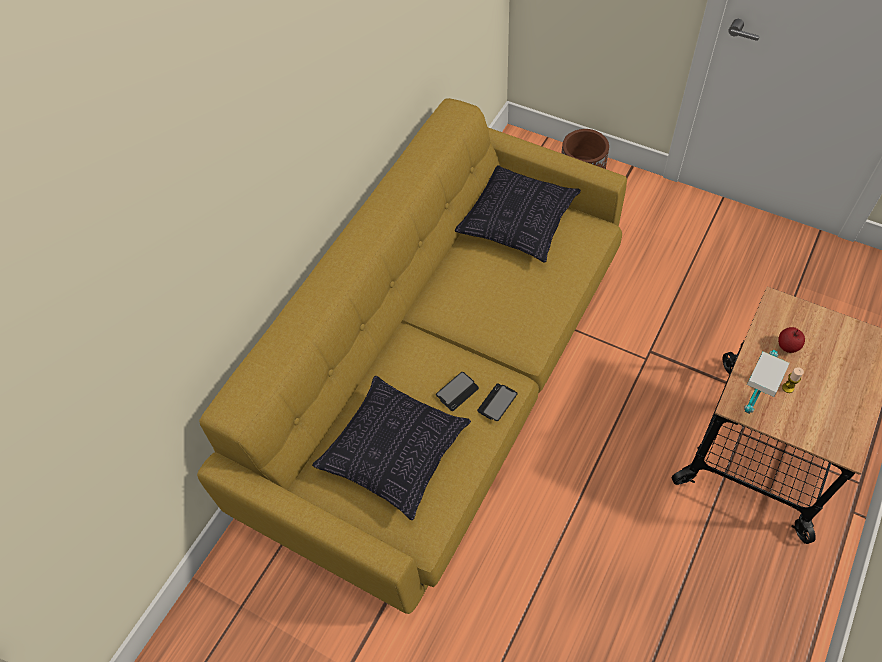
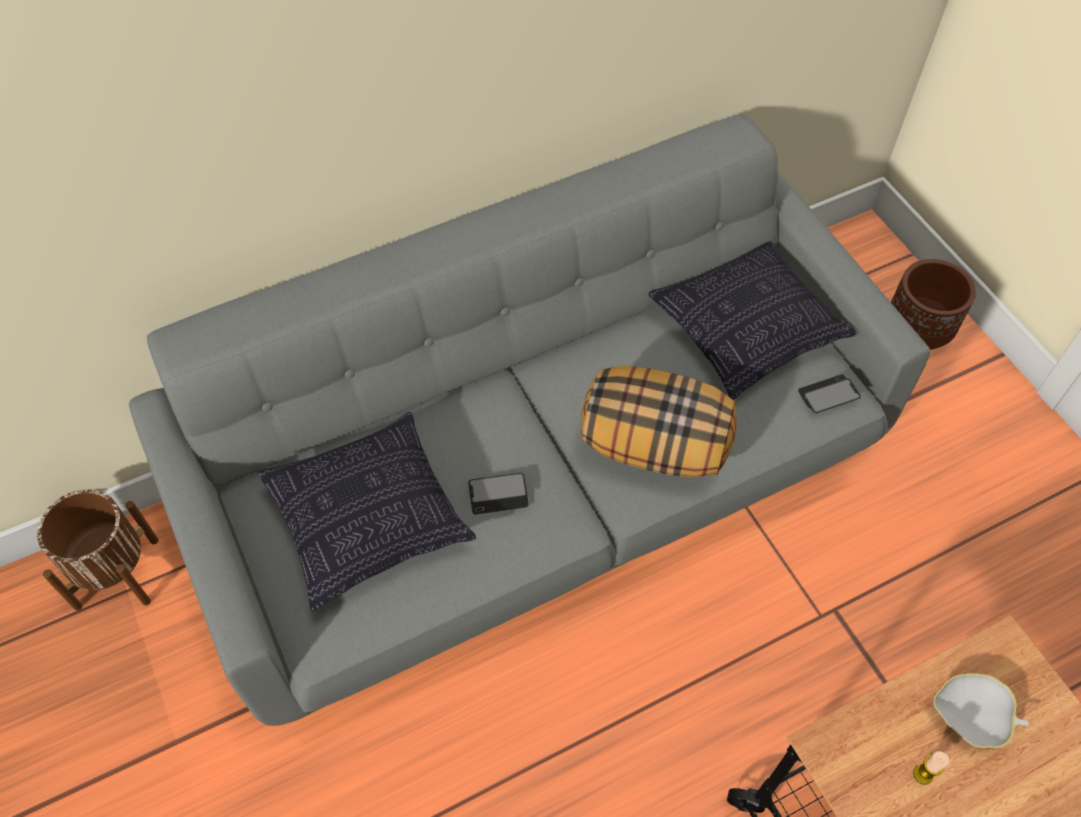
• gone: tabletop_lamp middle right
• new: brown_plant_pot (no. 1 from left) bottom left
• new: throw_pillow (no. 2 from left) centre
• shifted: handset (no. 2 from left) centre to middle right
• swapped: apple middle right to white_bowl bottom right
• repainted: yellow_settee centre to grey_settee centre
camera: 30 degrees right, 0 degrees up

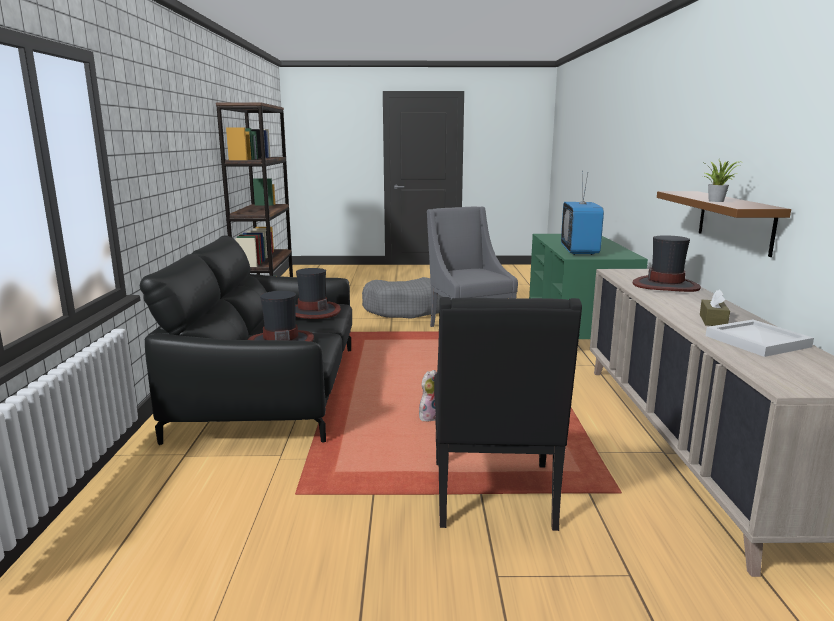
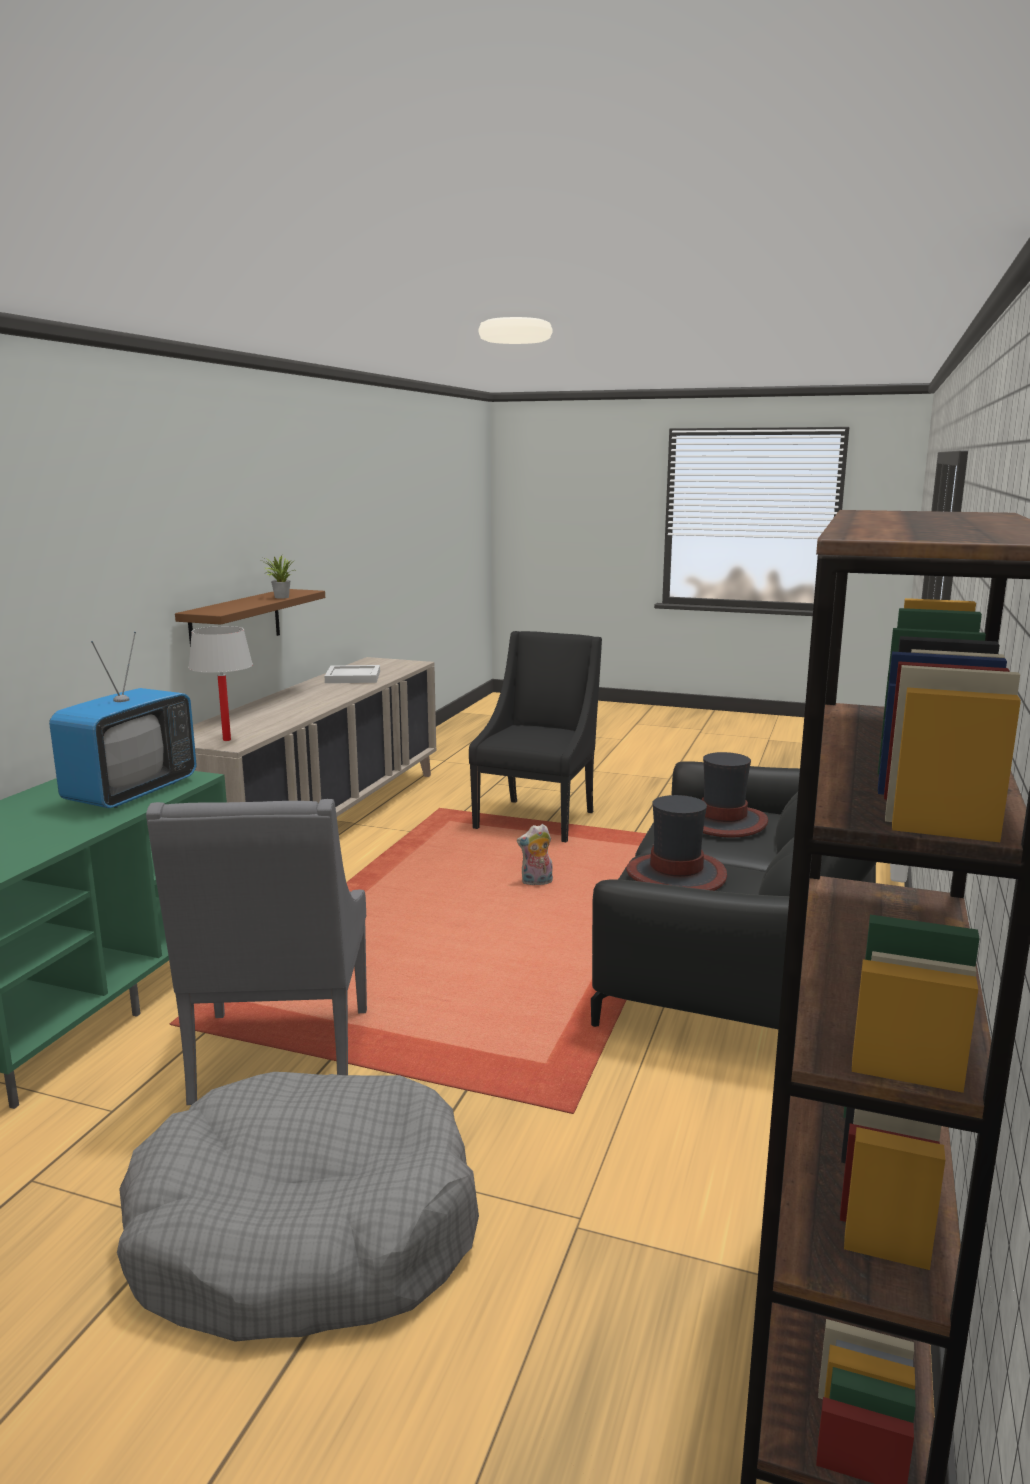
• gone: clothing_hat (no. 3 from left) middle right
• gone: brown_tissue_holder middle right
• new: white_tabletop_lamp middle left
camera: 160 degrees left, 0 degrees up

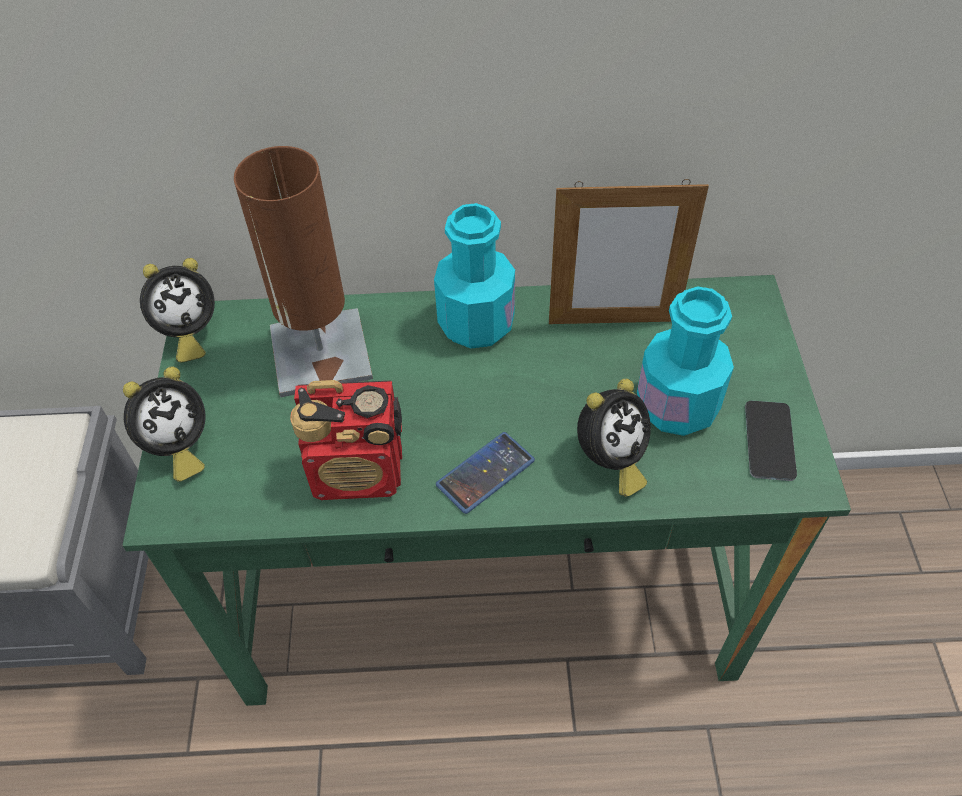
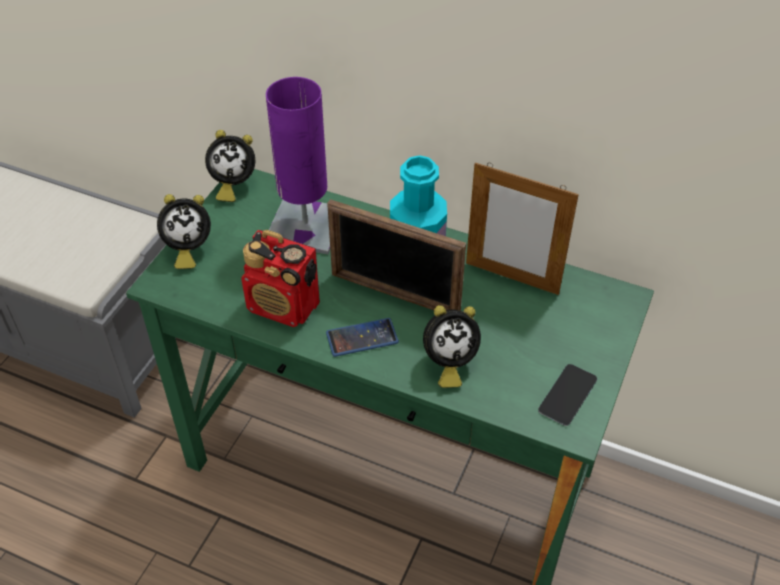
• gone: turquoise_bottle (no. 2 from left) middle right
• new: picture_frame (no. 1 from left) centre
• repainted: brown_tabletop_lamp middle left to purple-coloured_tabletop_lamp top centre
camera: 25 degrees right, 5 degrees down

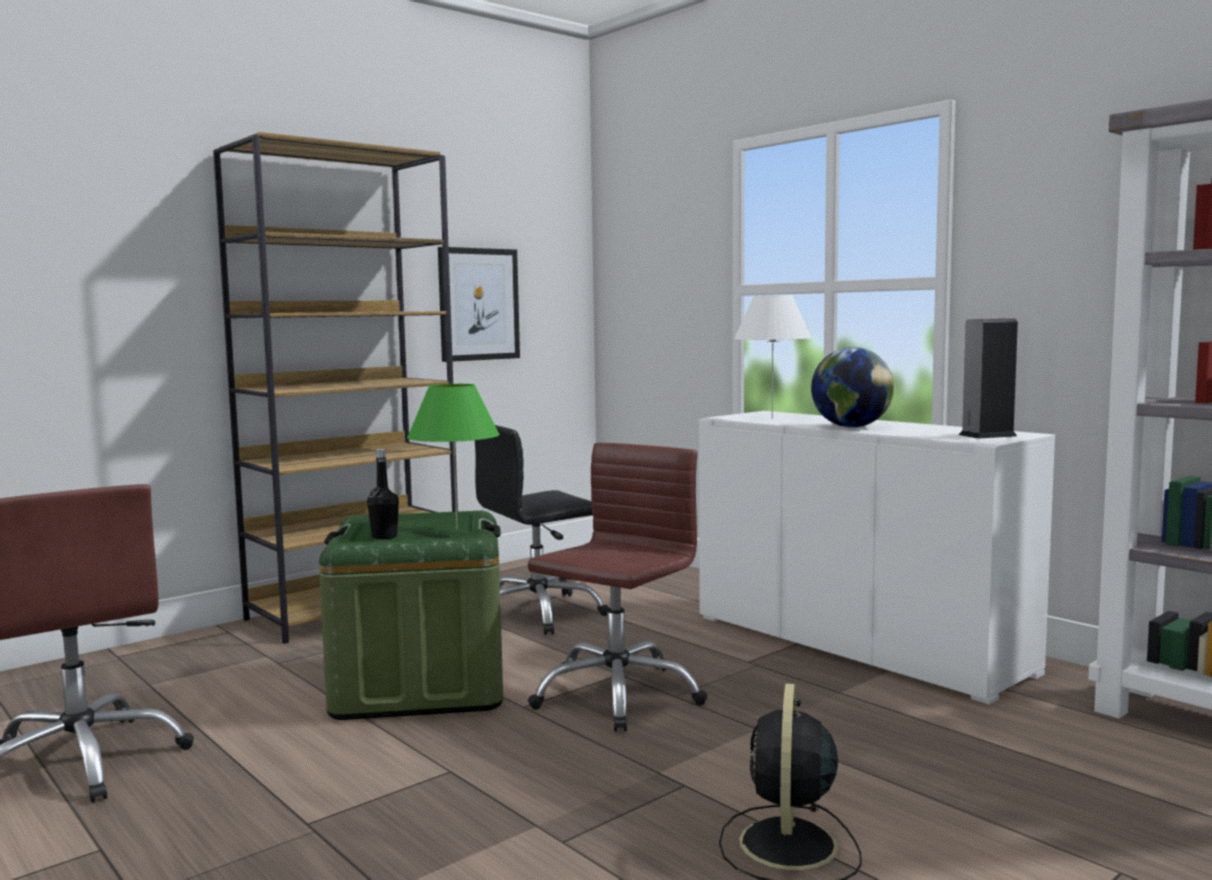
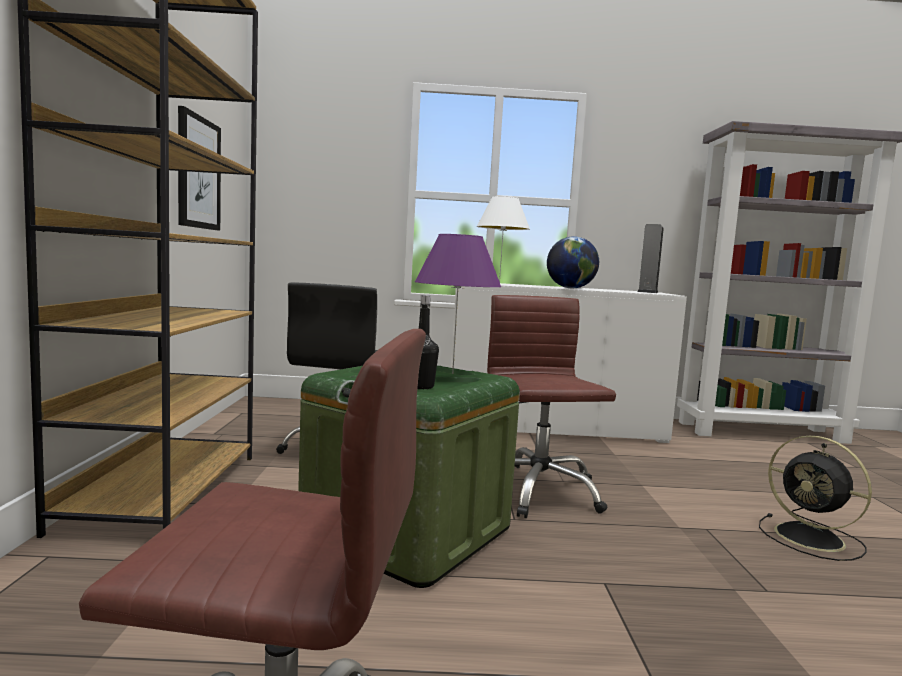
• repainted: green_tabletop_lamp centre to purple-coloured_tabletop_lamp centre
camera: 50 degrees left, 0 degrees up

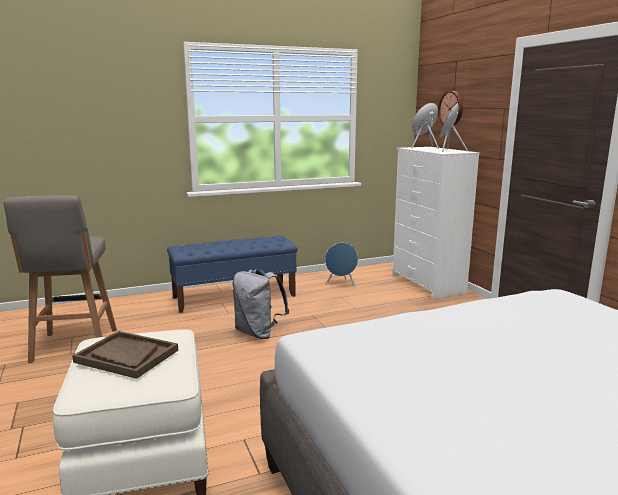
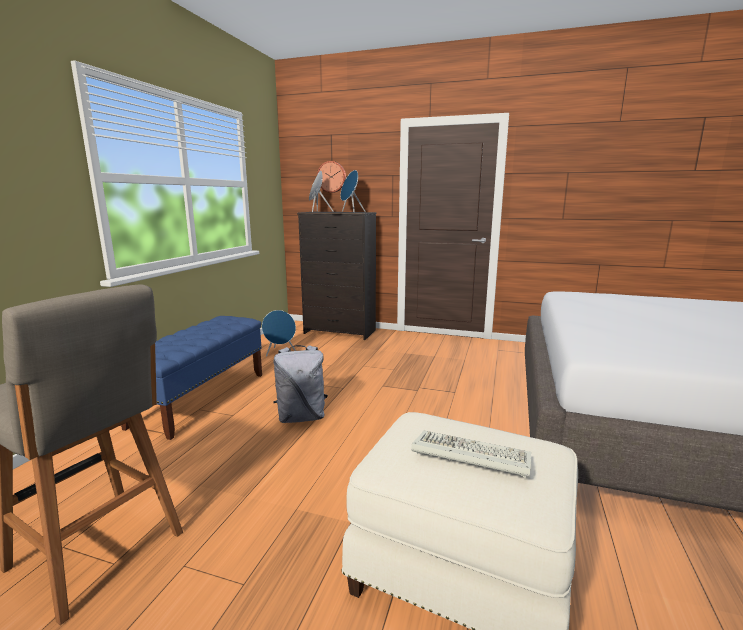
• swapped: brown_serving_tray bottom left to keyboard bottom centre
• repainted: white_dresser middle right to blackish_dresser centre
camera: 50 degrees left, 0 degrees up

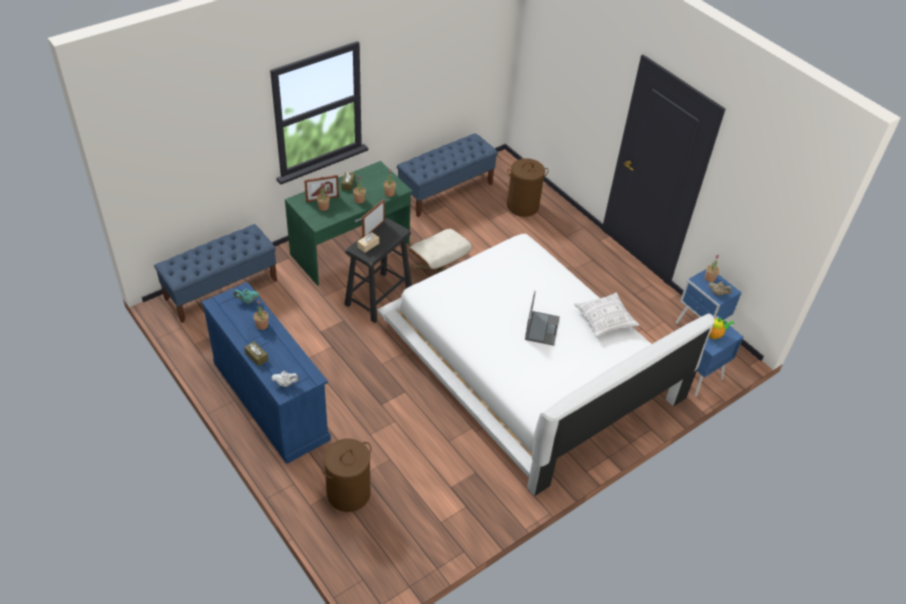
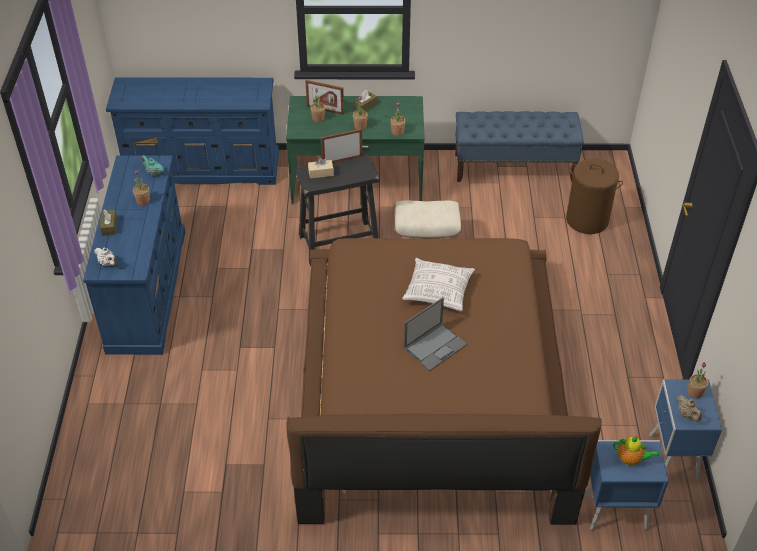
• gone: brown_hamper (no. 1 from left) bottom centre
• shifted: throw_pillow middle right to centre
• swapped: bluish_long_seat (no. 1 from left) middle left to bluish_dresser (no. 2 from left) top left
• repainted: white_bedroom_bed centre to brown_bedroom_bed bottom centre
camera: 40 degrees right, 0 degrees up

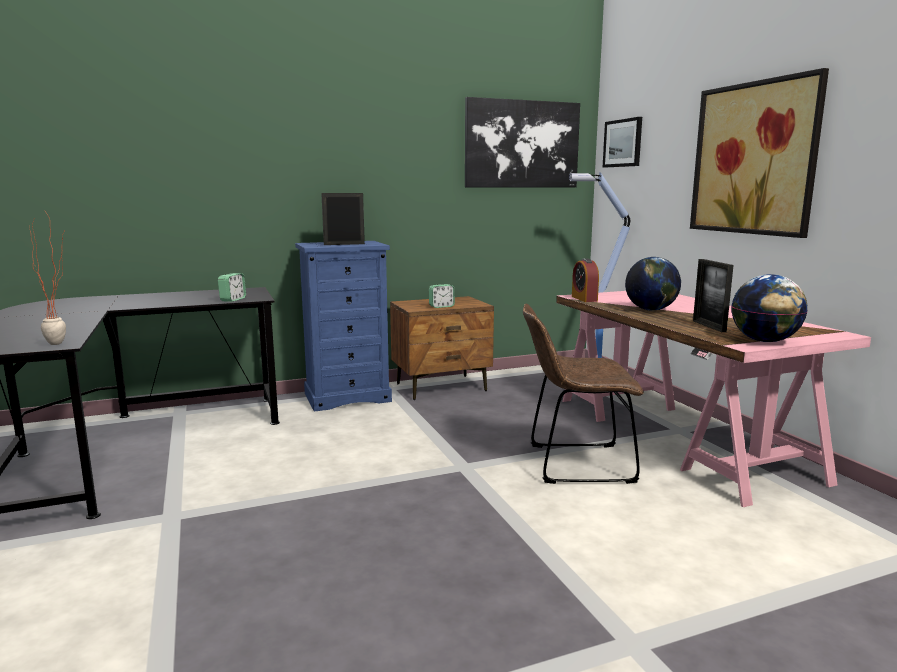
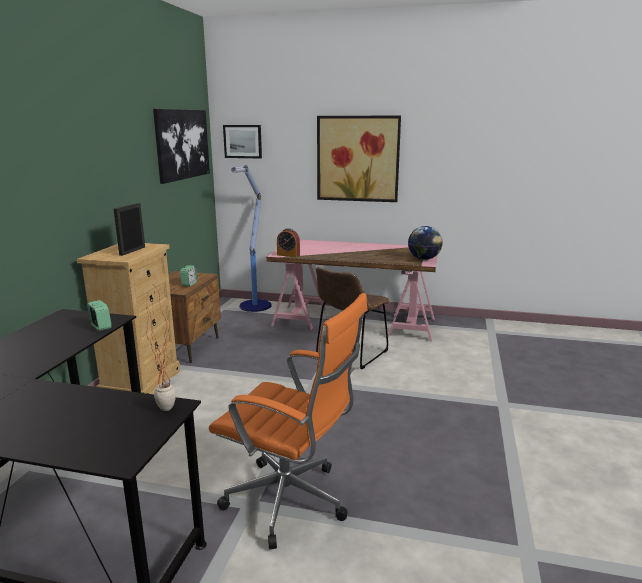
• gone: world_globe (no. 1 from left) middle right
• gone: picture_frame (no. 2 from left) middle right
• new: orange_computer_chair bottom centre
• repainted: bluish_dresser centre to sand-coloured_dresser middle left
camera: 55 degrees left, 5 degrees up

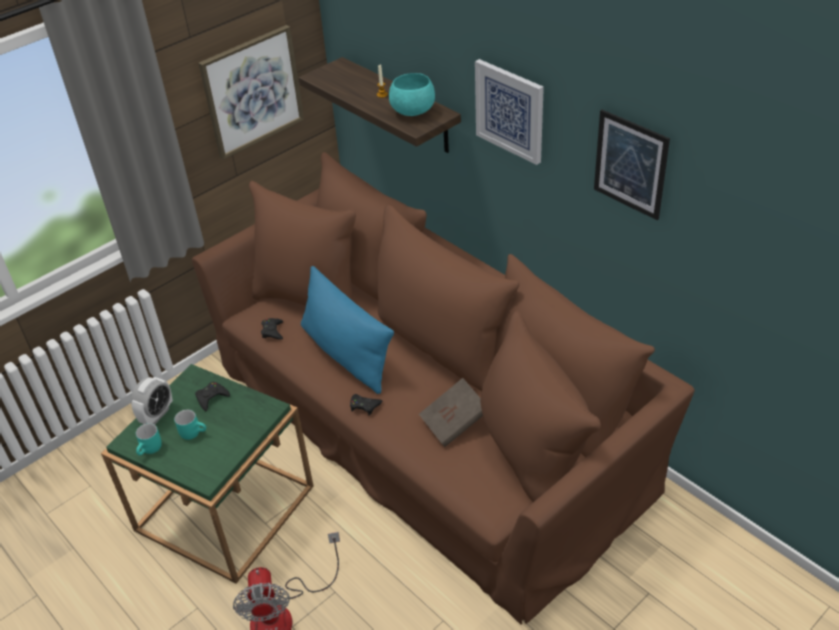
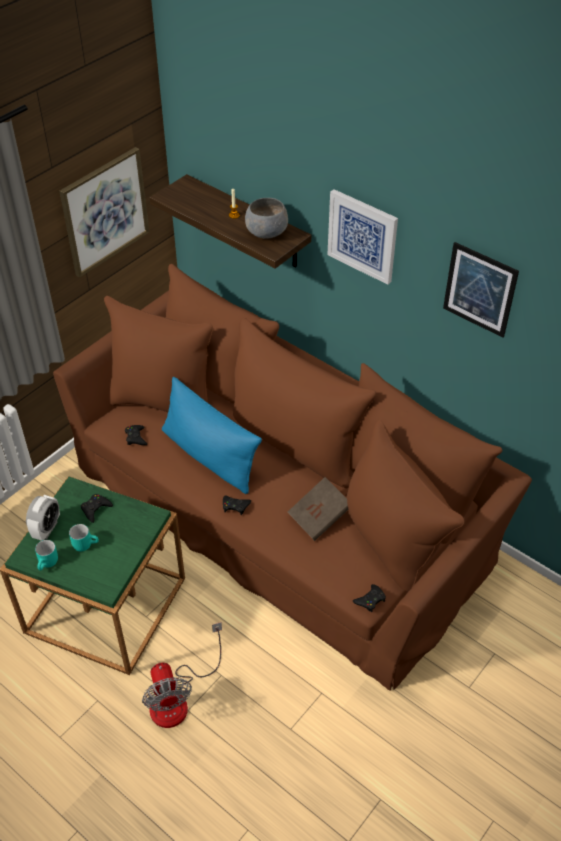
• new: blackish_game_controller (no. 4 from left) bottom centre
• repainted: turquoise_bowl top centre to grey_bowl top centre
camera: 10 degrees left, 5 degrees up

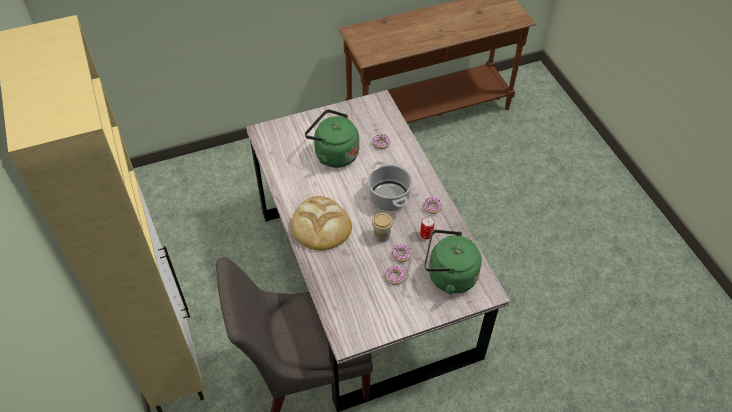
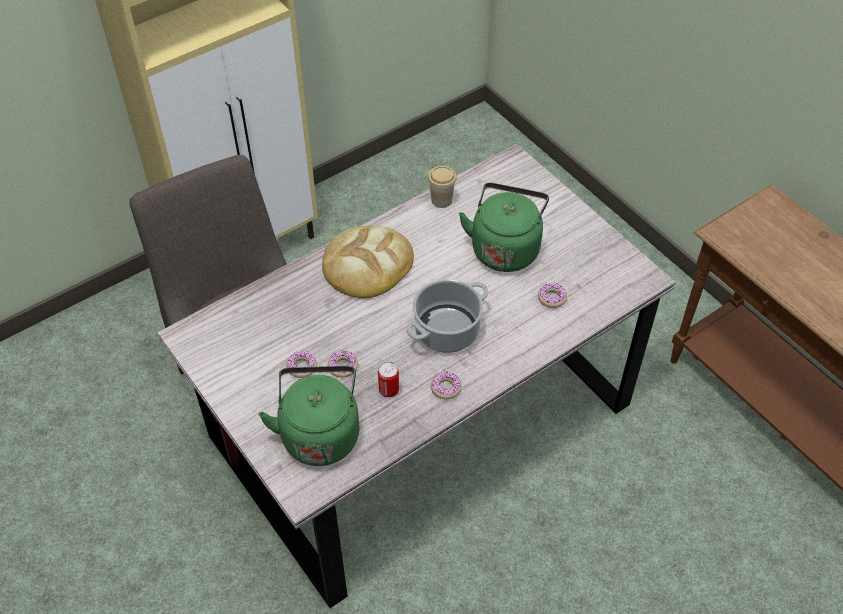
• shifted: small_cup centre to top centre
camera: 75 degrees right, 0 degrees up

